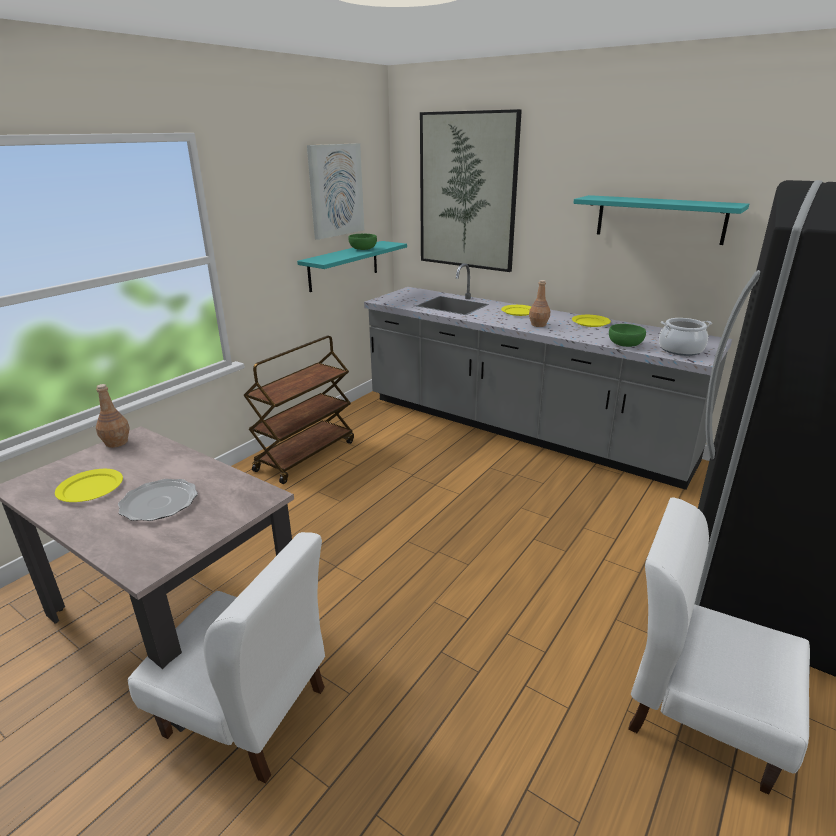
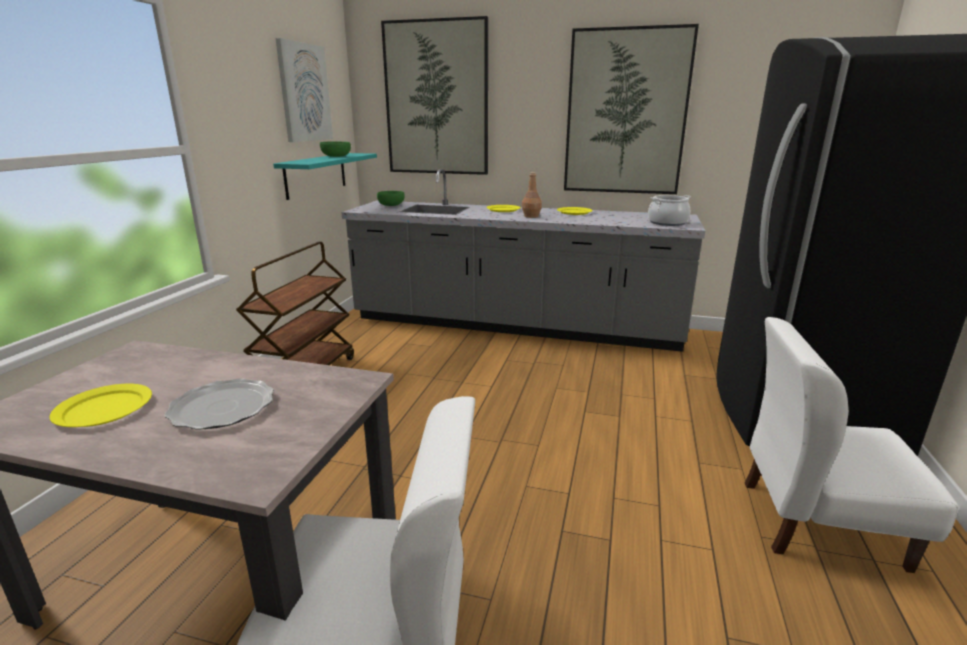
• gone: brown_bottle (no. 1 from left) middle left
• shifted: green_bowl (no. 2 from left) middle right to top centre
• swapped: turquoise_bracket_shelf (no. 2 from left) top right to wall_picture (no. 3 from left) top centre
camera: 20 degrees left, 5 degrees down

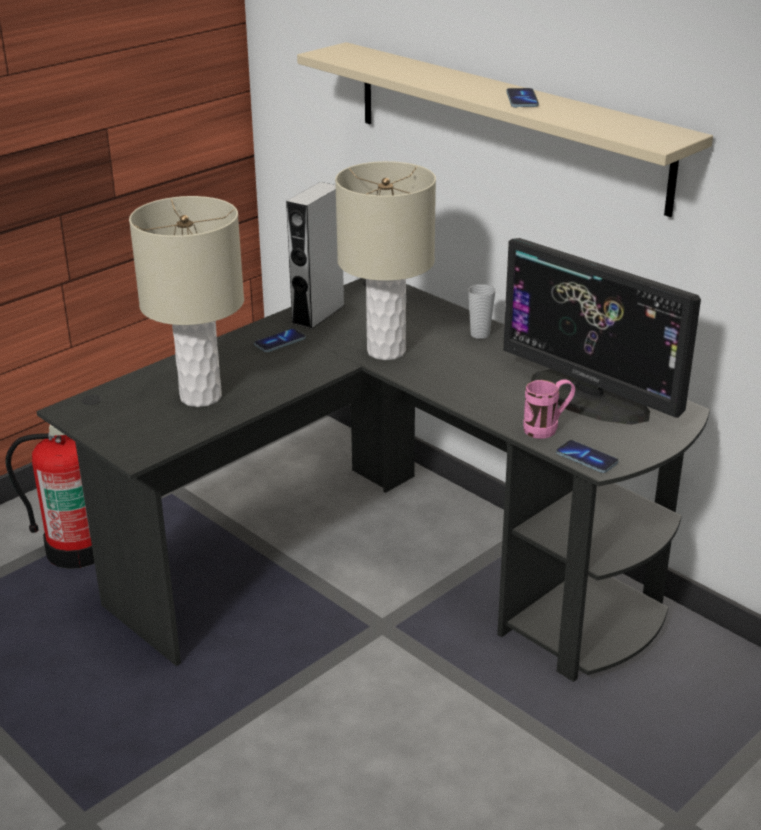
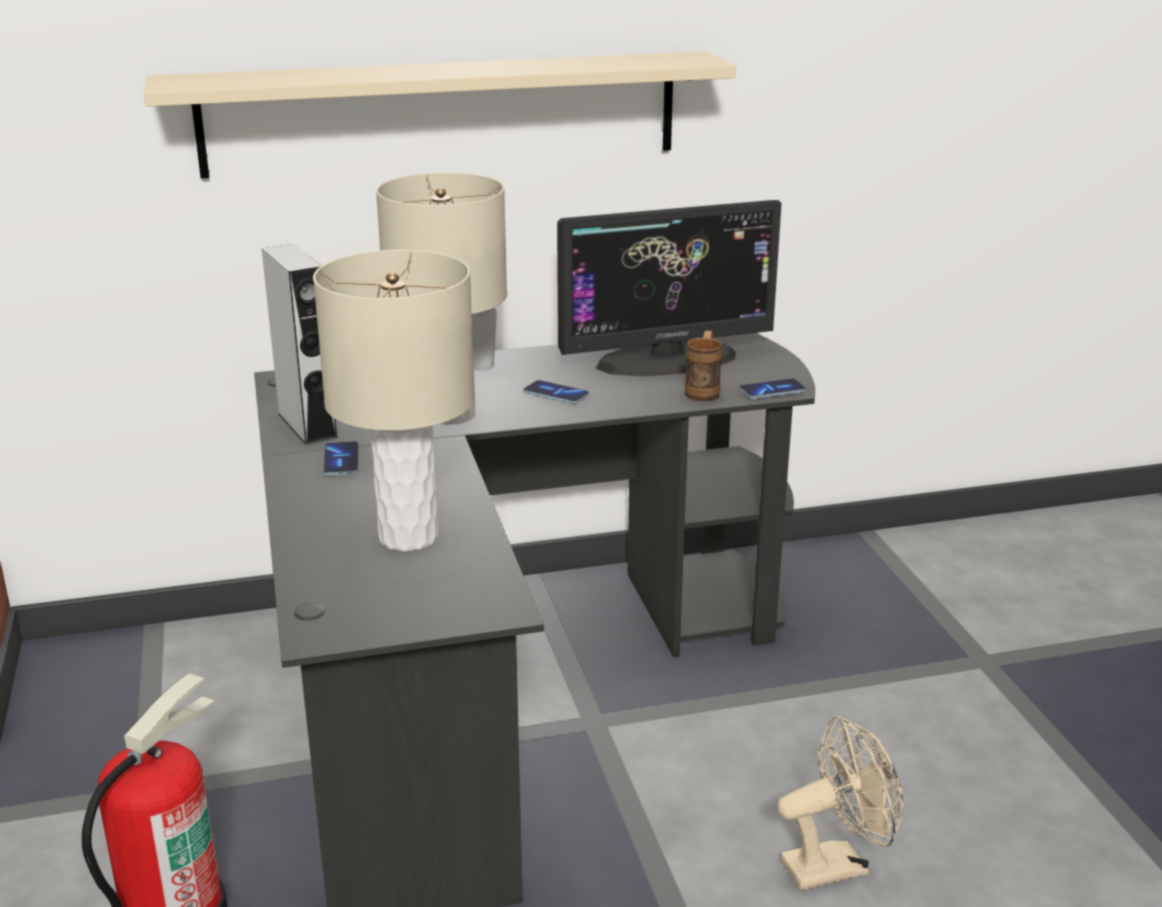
• new: sand-coloured_electric_fan bottom right
• shifted: handset (no. 2 from left) top right to centre
• repainted: pink_coffee_mug middle right to brown_coffee_mug centre
camera: 60 degrees left, 5 degrees down

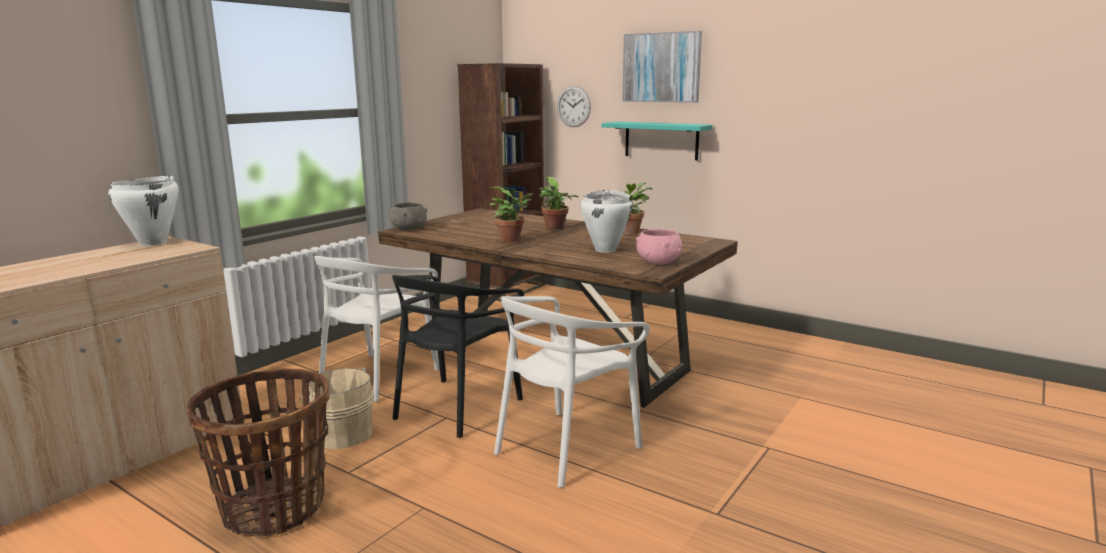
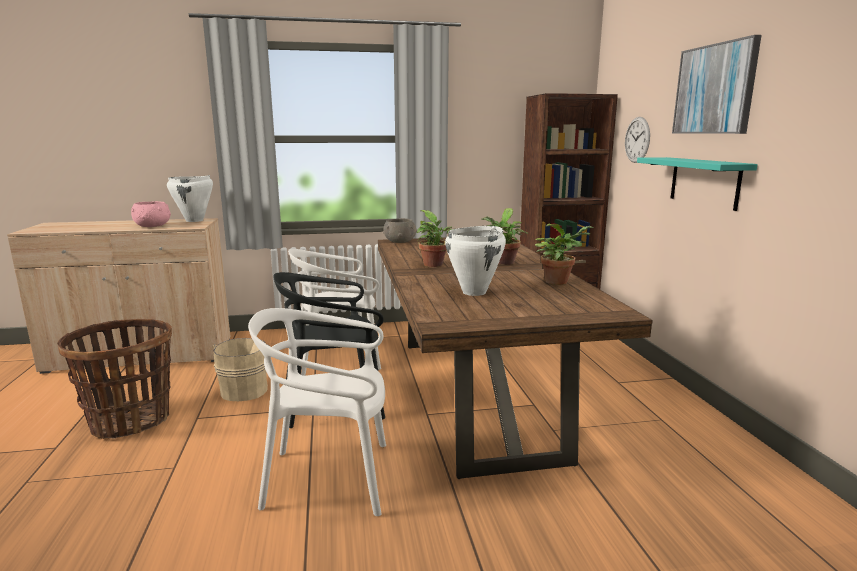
• shifted: pink_bowl centre to middle left
camera: 45 degrees right, 0 degrees up

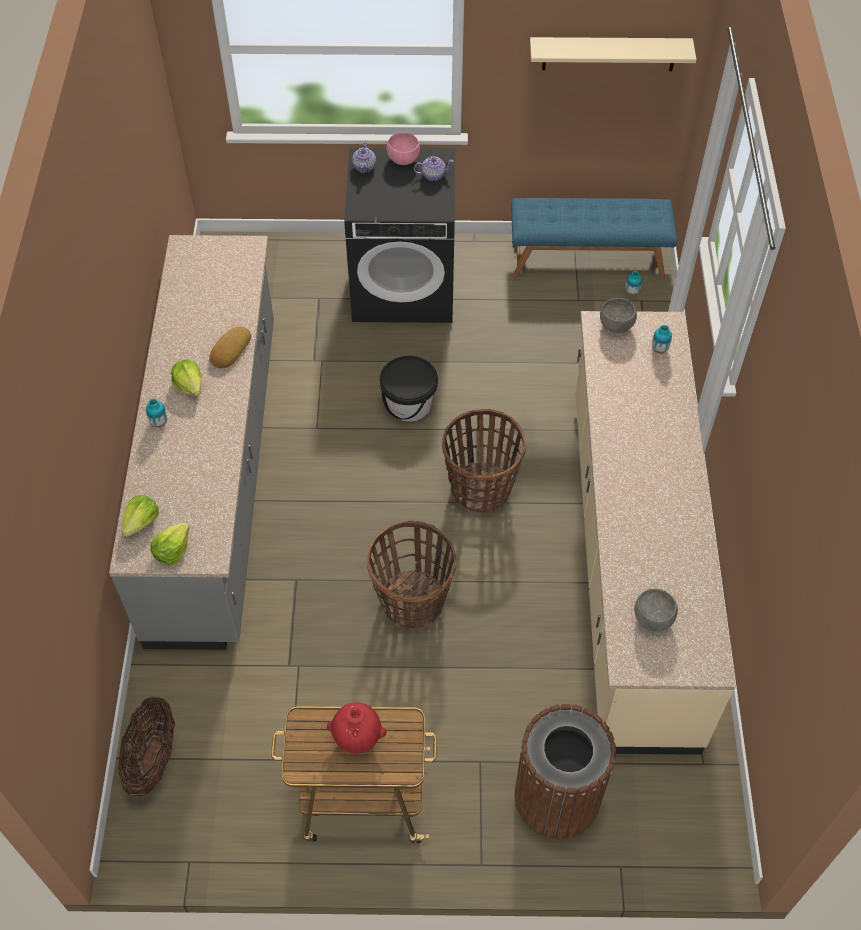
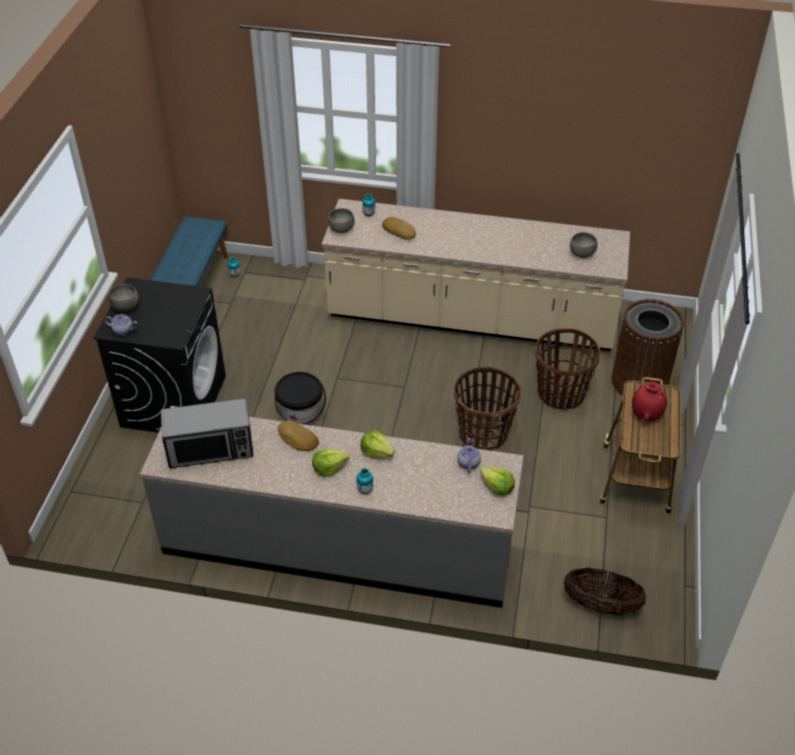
• gone: sand-coloured_bracket_shelf top right
• new: kitchen_microwave middle left
• new: bread (no. 2 from left) top centre
• shifted: head_of_lettuce (no. 1 from left in the first image) middle left to head_of_lettuce (no. 2 from left) centre
• shifted: teapot (no. 2 from left) top centre to centre
• shifted: household_basket (no. 3 from left in the first image) centre to household_basket (no. 2 from left) middle right
• repainted: pink_bowl top centre to grey_bowl (no. 1 from left) middle left
camera: 80 degrees left, 10 degrees down

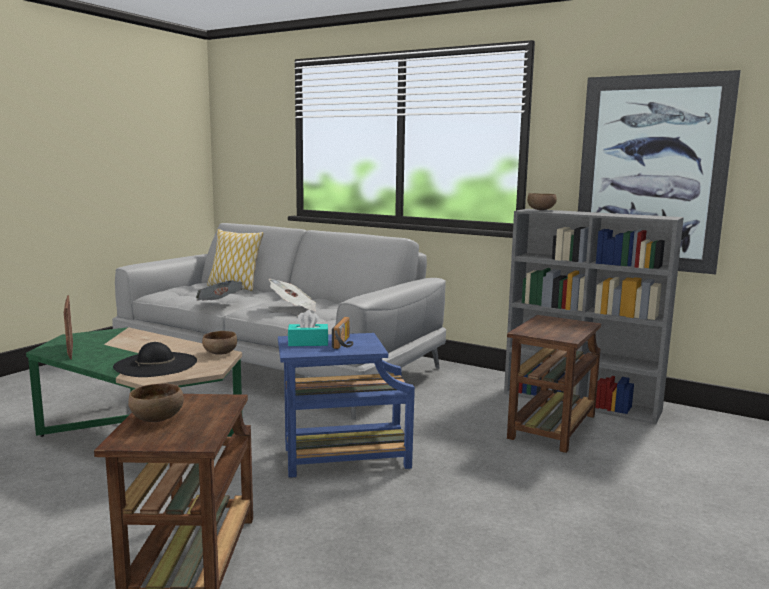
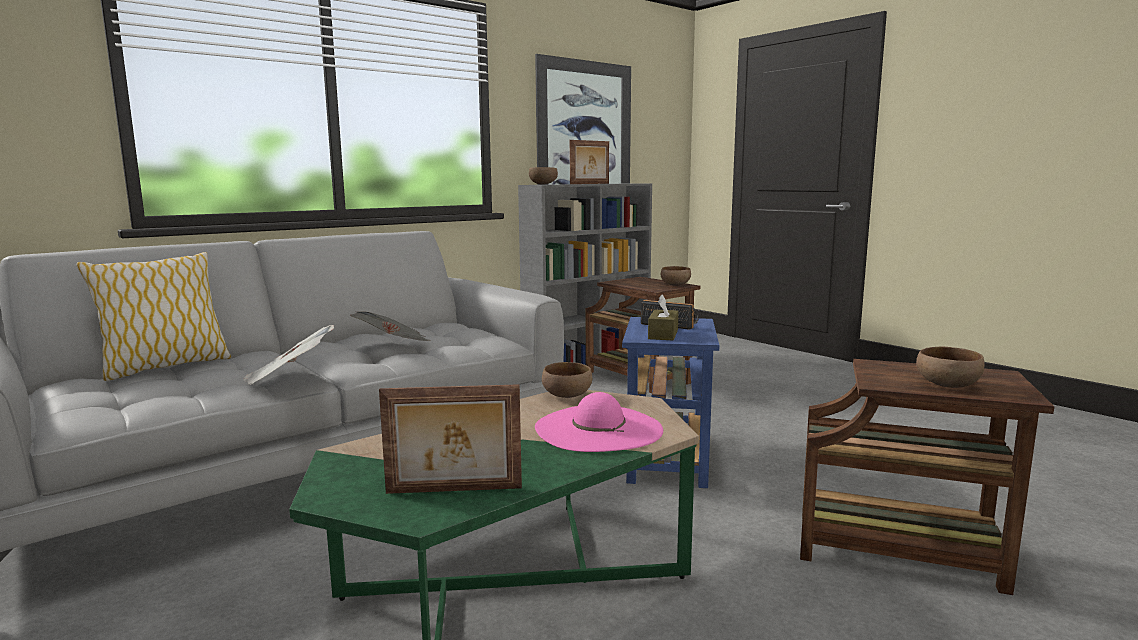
• new: picture_frame (no. 2 from left) top centre
• new: brown_bowl (no. 3 from left) centre
• repainted: blackish_clothing_hat middle left to pink_clothing_hat centre
• repainted: turquoise_tissue_holder centre to brown_tissue_holder centre
camera: 70 degrees left, 0 degrees up

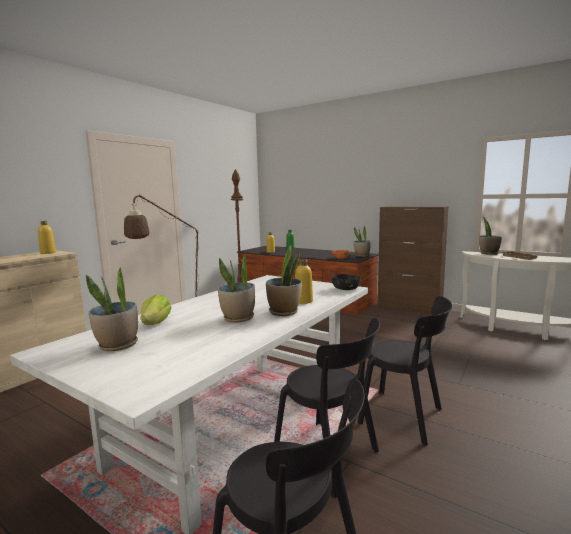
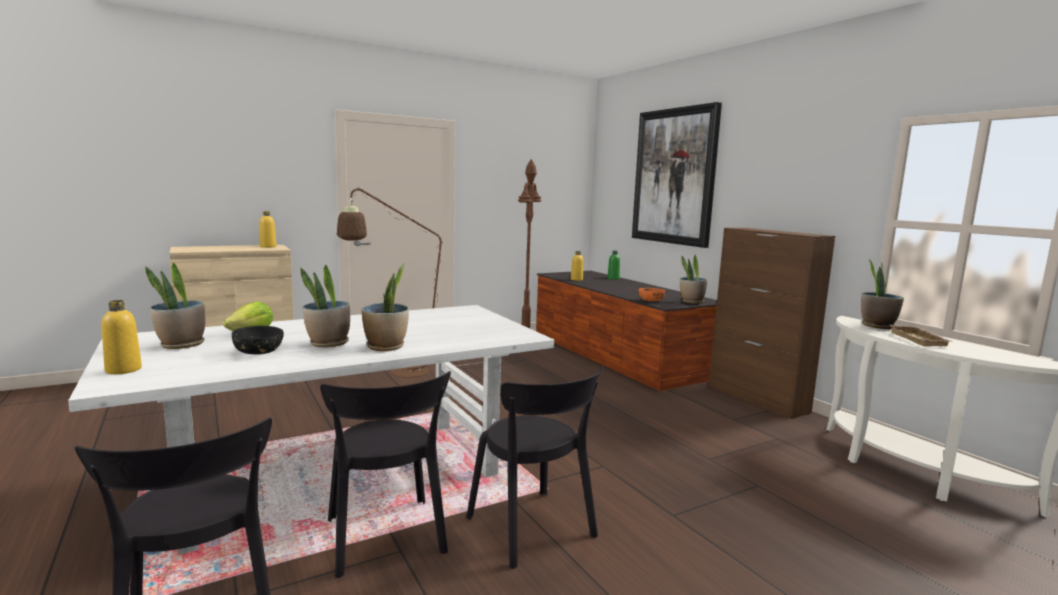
• new: wall_picture top centre
• shifted: yellow_bottle (no. 3 from left in the first image) centre to yellow_bottle (no. 1 from left) middle left
• shifted: blackish_bowl centre to middle left
camera: 25 degrees right, 0 degrees up

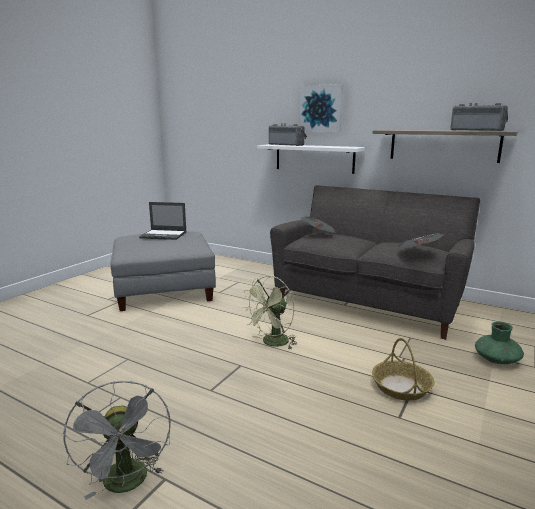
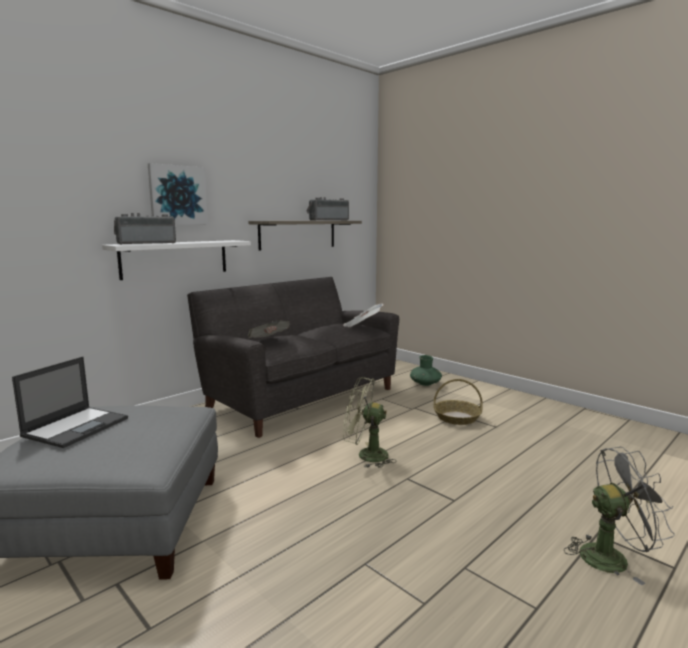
• rotated: green_electric_fan centre = centre 135 degrees clockwise
camera: 75 degrees left, 5 degrees down

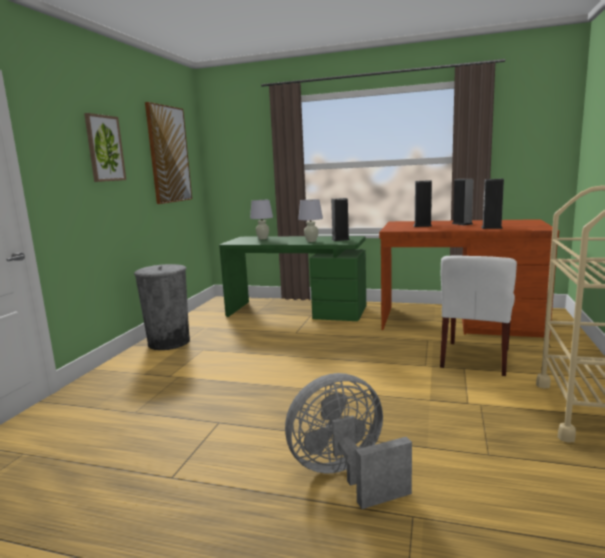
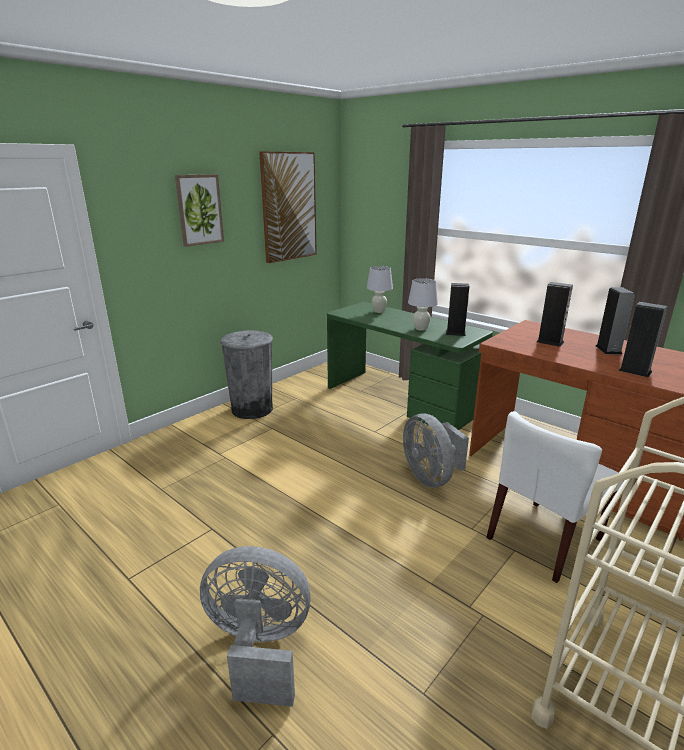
• new: grey_electric_fan (no. 2 from left) centre
camera: 25 degrees right, 10 degrees up

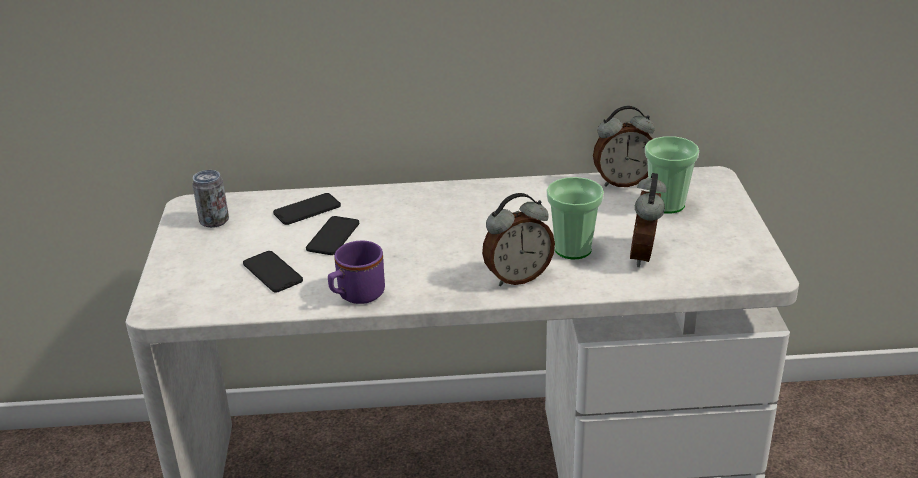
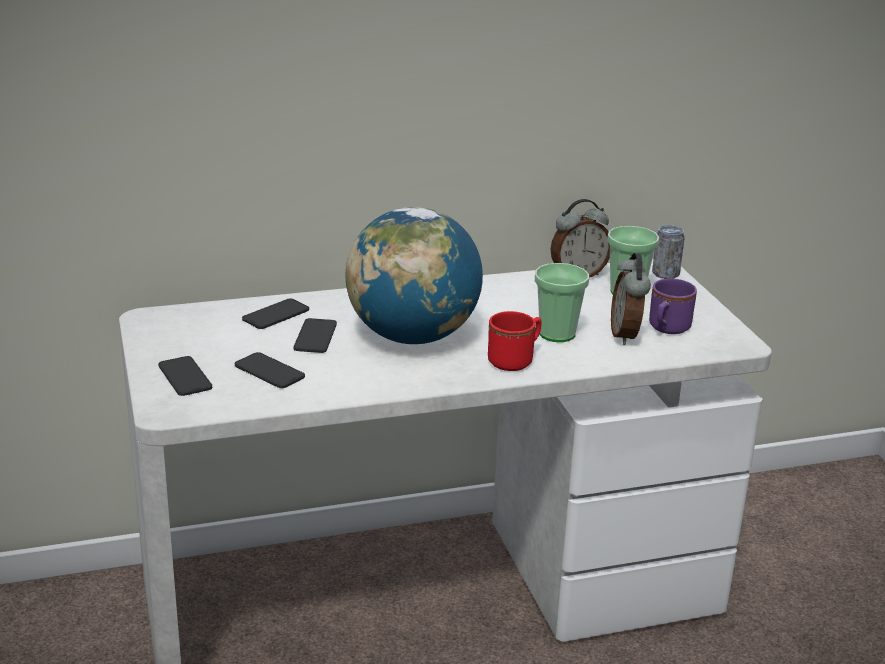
• new: handset (no. 1 from left) middle left
• new: world_globe centre
• shifted: sealed_can middle left to middle right
• shifted: purple-coloured_coffee_mug centre to middle right
• swapped: bedside_clock (no. 1 from left) centre to red_coffee_mug centre
camera: 15 degrees left, 5 degrees down

